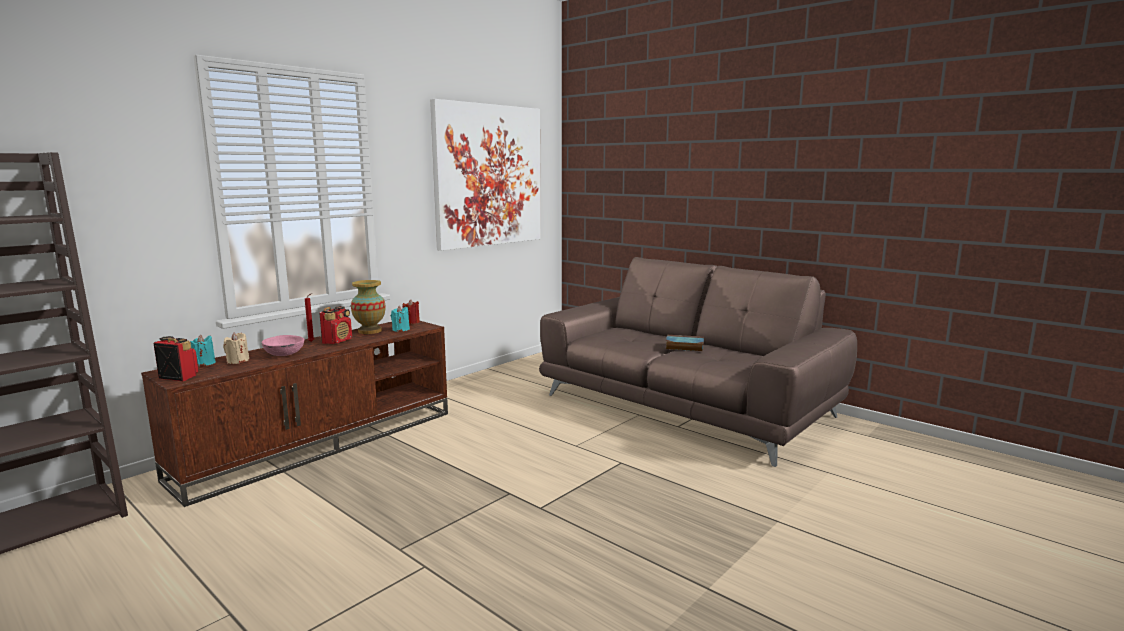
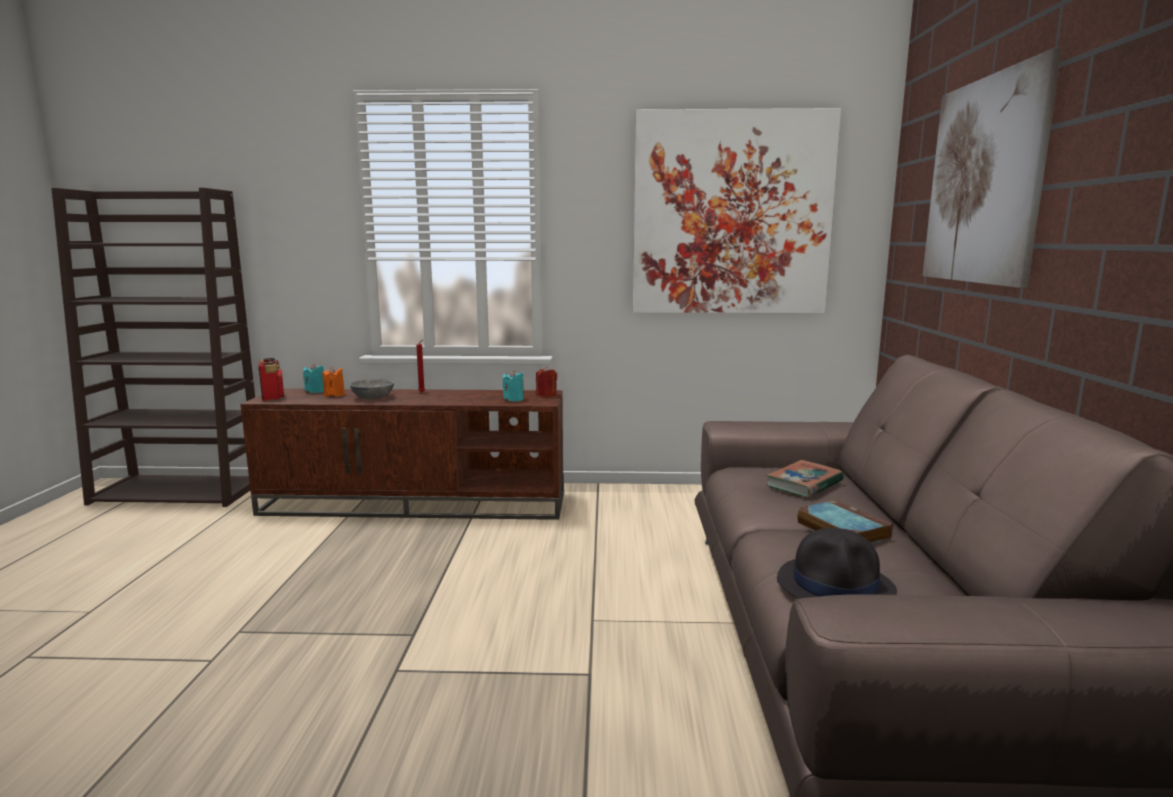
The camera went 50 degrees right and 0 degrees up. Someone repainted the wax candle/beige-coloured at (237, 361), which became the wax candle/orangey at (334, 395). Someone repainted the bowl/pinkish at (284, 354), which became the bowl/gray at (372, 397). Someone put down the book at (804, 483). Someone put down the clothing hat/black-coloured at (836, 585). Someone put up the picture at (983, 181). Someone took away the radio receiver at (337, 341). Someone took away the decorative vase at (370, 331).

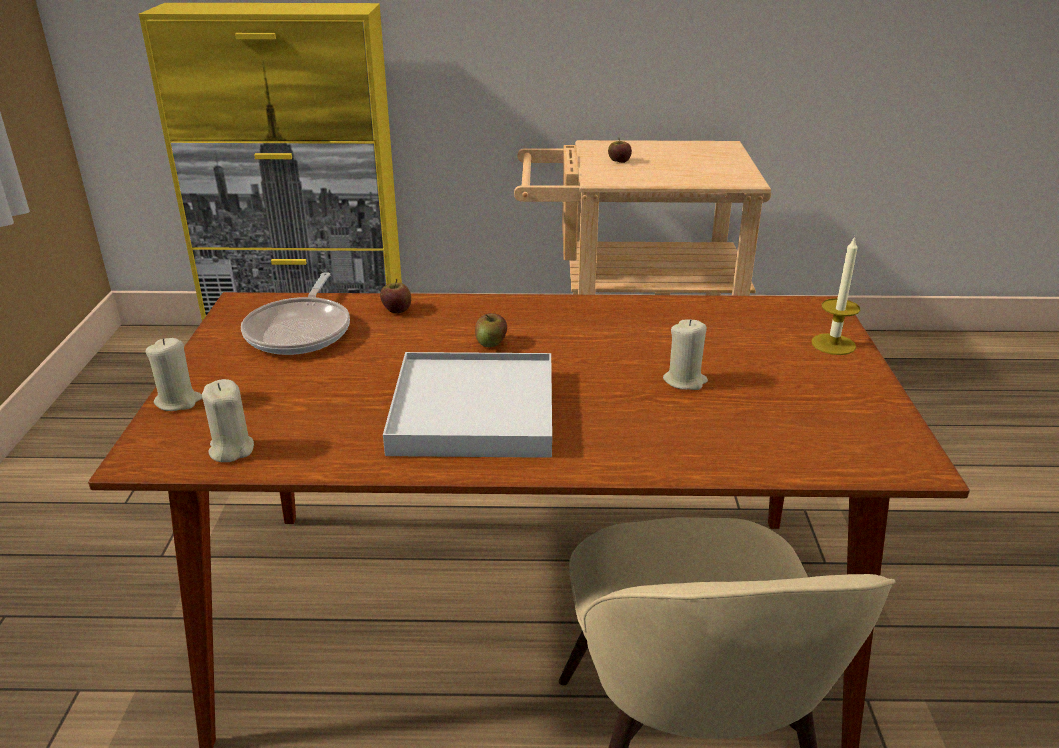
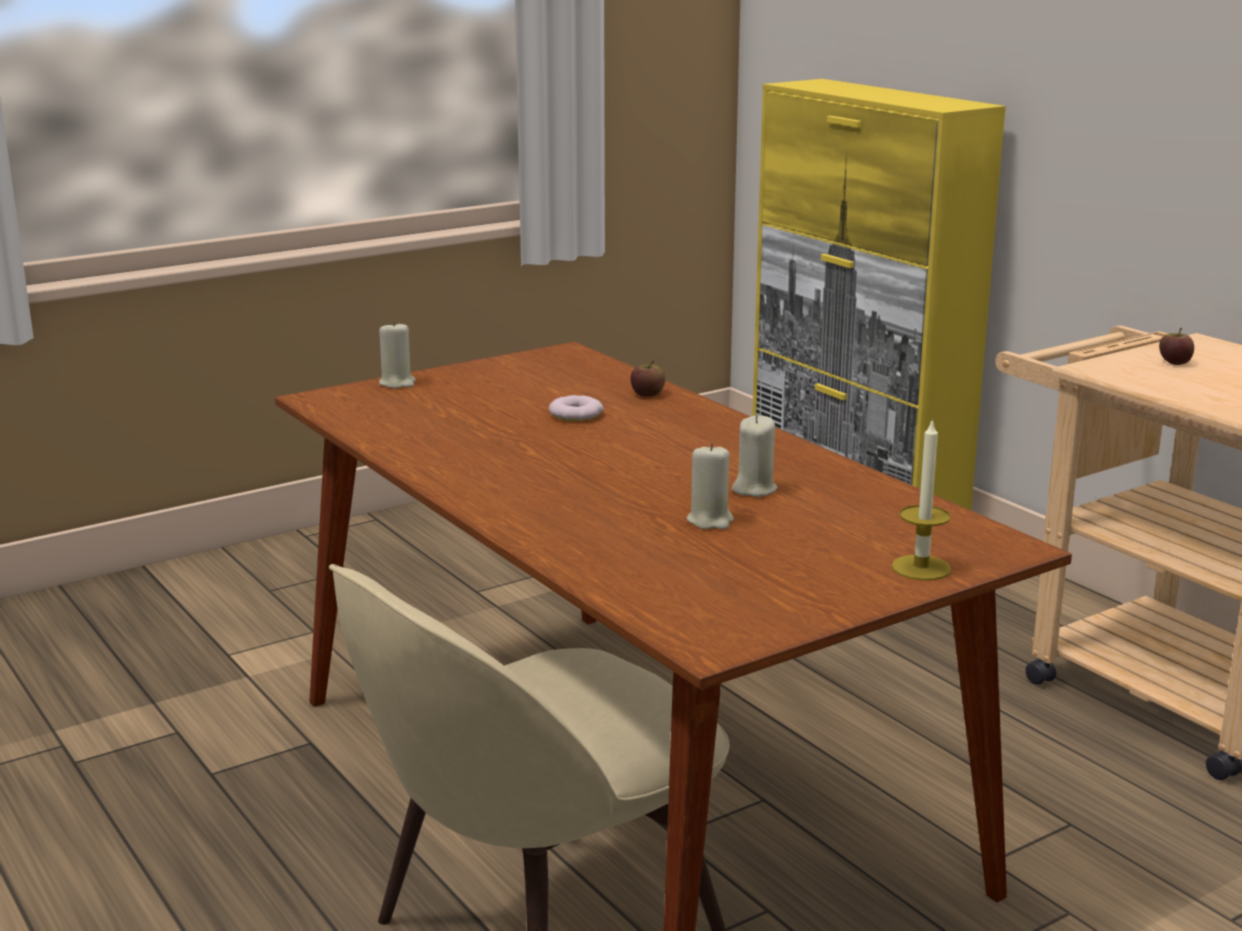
The camera went 55 degrees right and 10 degrees down. Someone put down the donut at (576, 414). Someone carried the wax candle/beige-coloured from (231, 449) to (754, 489). Someone took away the skillet at (301, 331). Someone took away the carrying tray/white-coloured at (473, 412). Someone took away the apple at (491, 343).

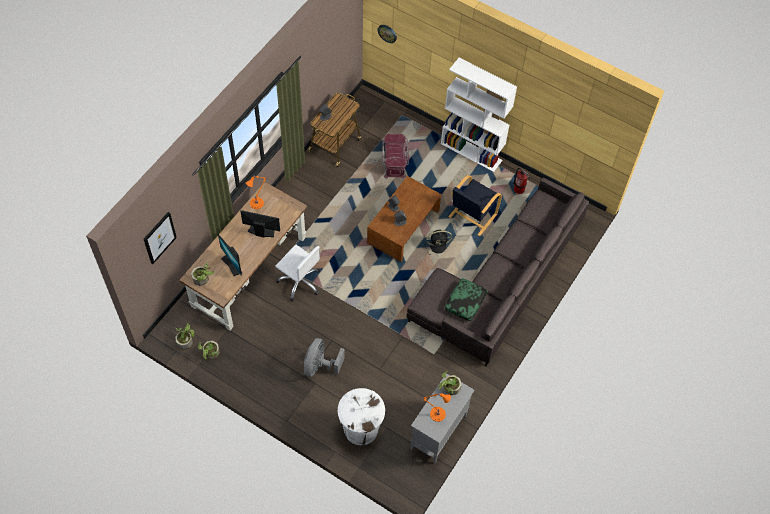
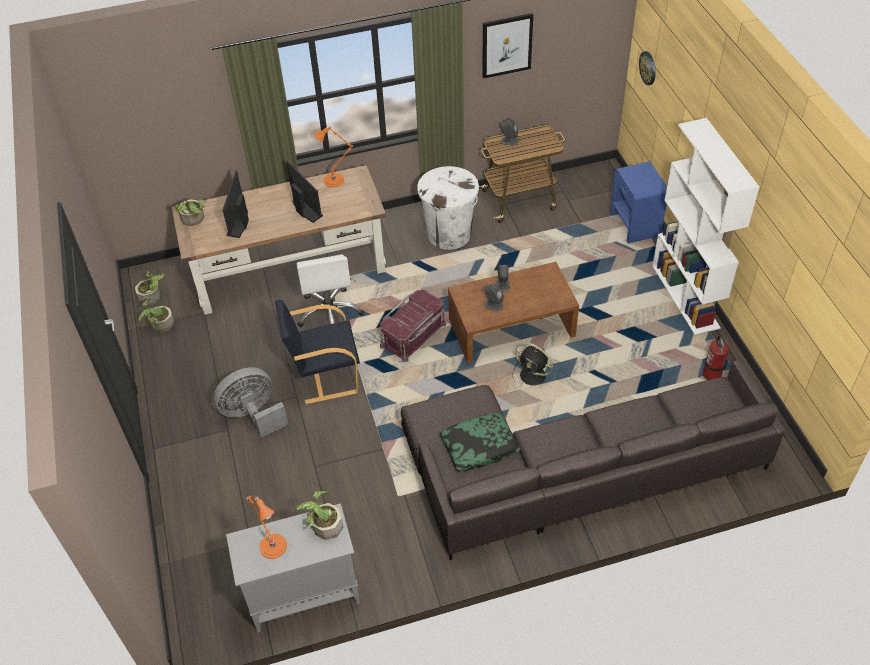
The camera went 45 degrees right and 10 degrees down. Someone carried the easy chair/black-coloured from (472, 216) to (325, 375). Someone carried the storage container/red-coloured from (395, 162) to (414, 335). Someone carried the rubbish bin/white-coloured from (360, 429) to (449, 234). Someone carried the picture from (159, 237) to (506, 45). Someone put down the bedside table/blue at (635, 225).

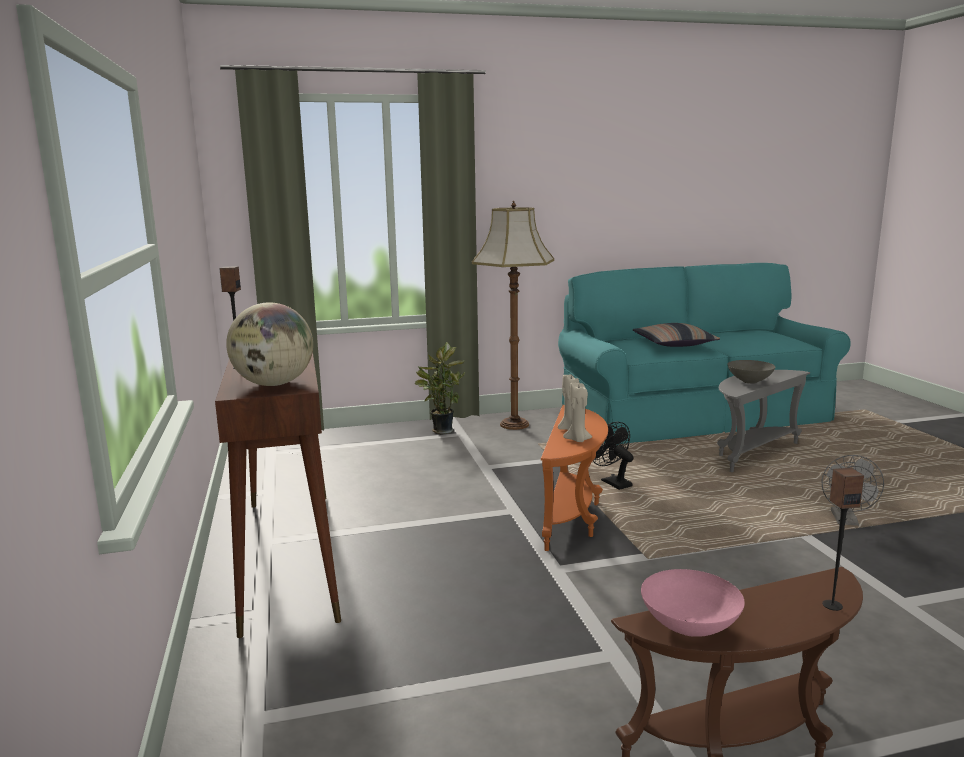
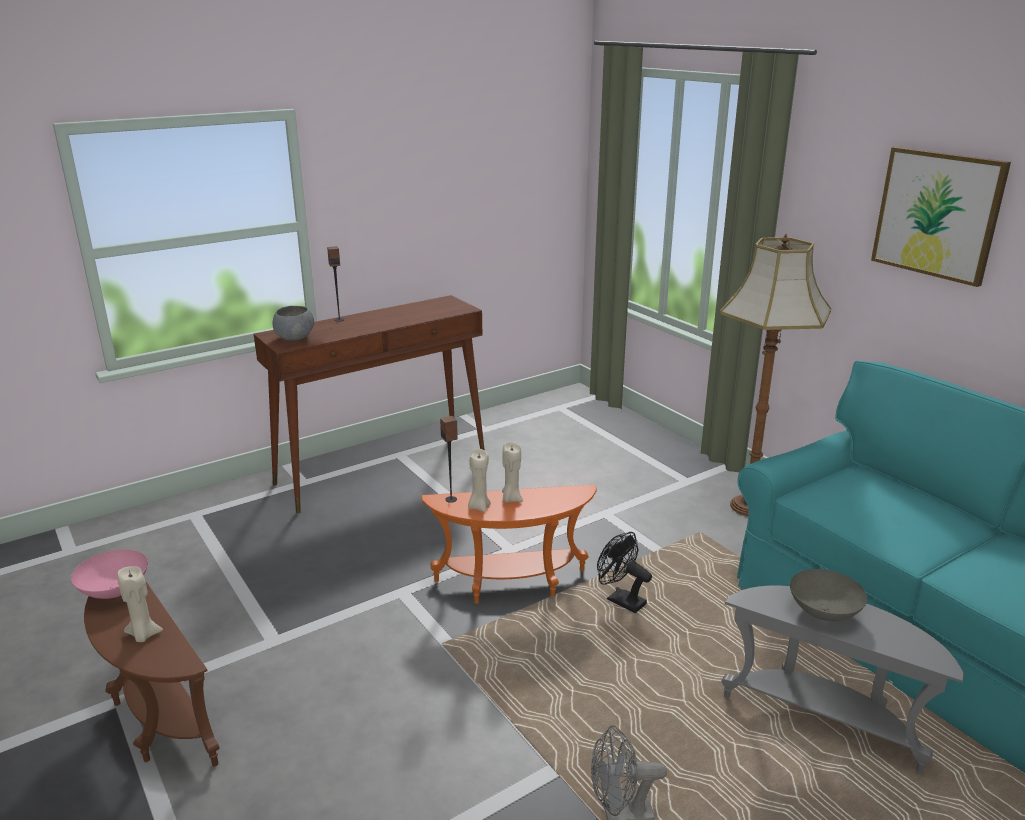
The camera went 70 degrees right and 10 degrees up. Someone put down the wax candle/beige-coloured at (143, 635). Someone swapped the world globe at (273, 384) for the bowl/gray at (294, 338). Someone carried the speaker from (832, 605) to (451, 499). Someone rotated the fan/black-coloured at (612, 482) by 90 degrees counterclockwise. Someone put up the picture at (937, 214). Someone took away the houseplant at (441, 430). Someone took away the pillow at (674, 344).

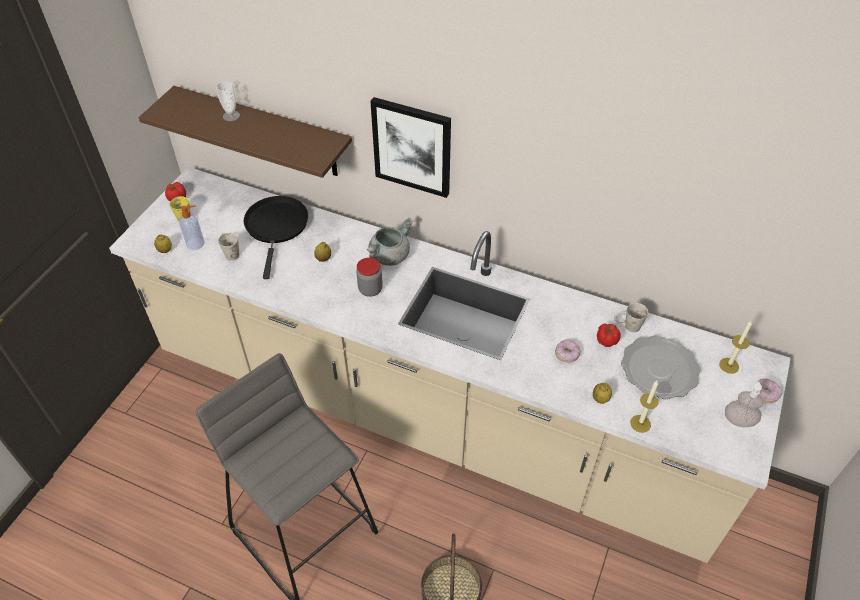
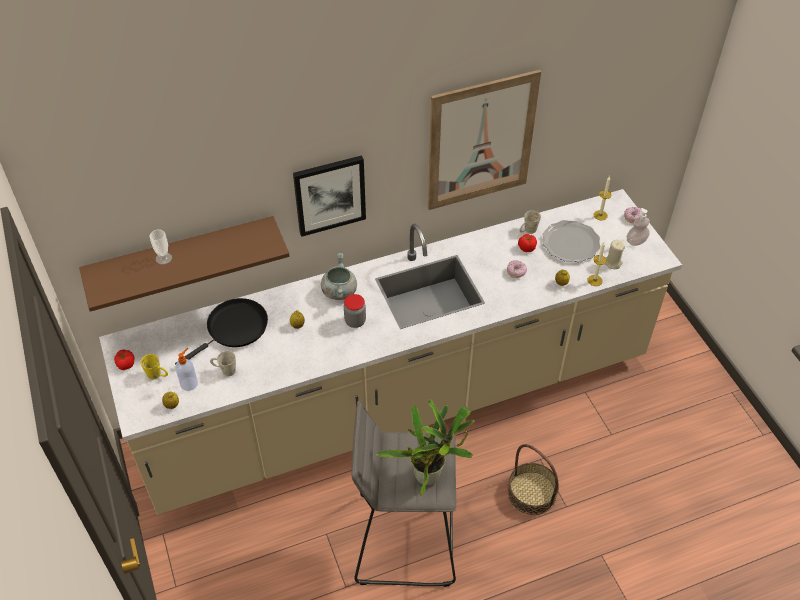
The camera went 45 degrees left and 0 degrees up. Someone rotated the skillet/black-coloured at (277, 227) by 90 degrees clockwise. Someone put down the houseplant at (431, 475). Someone put up the picture at (481, 141). Someone put down the wax candle/beige-coloured at (612, 263).

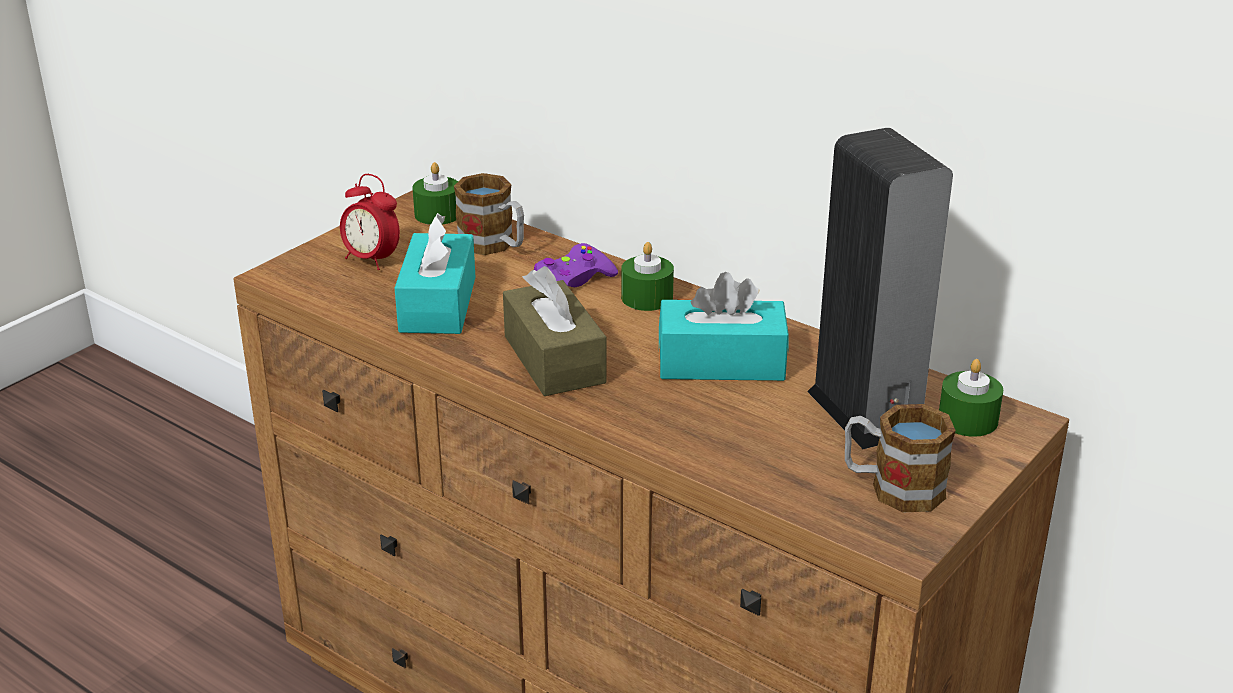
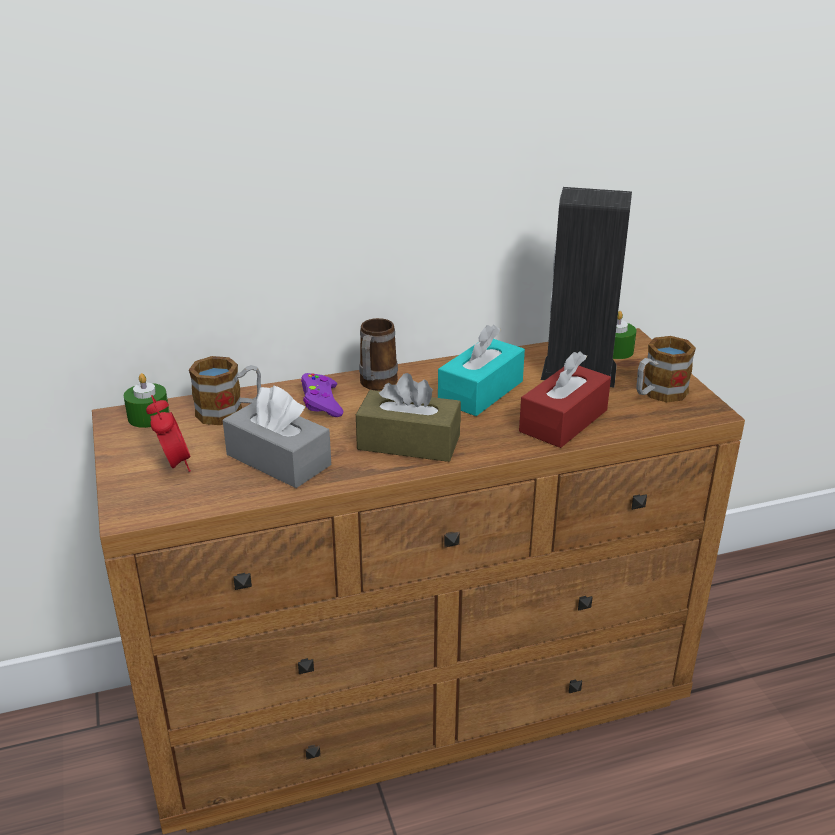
The camera went 55 degrees left and 0 degrees up. Someone rotated the alarm clock at (372, 260) by 90 degrees counterclockwise. Someone repainted the tissue box/turquoise-coloured at (438, 304), which became the tissue box/gray at (278, 460). Someone swapped the wax candle/greenish at (647, 297) for the mug at (375, 386). Someone put down the tissue box/red-coloured at (563, 421).

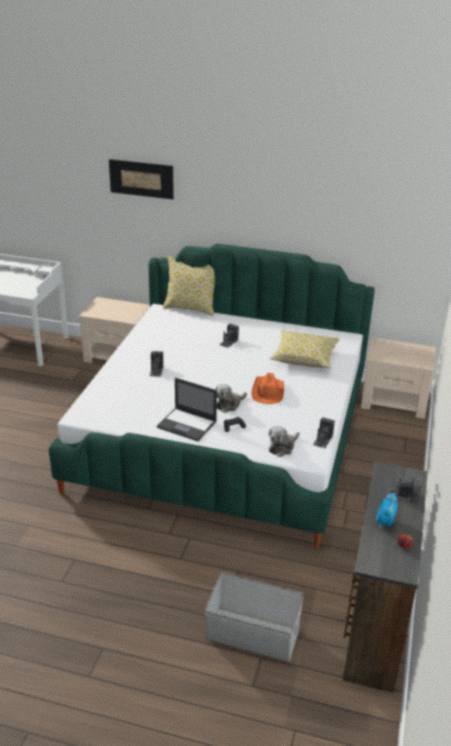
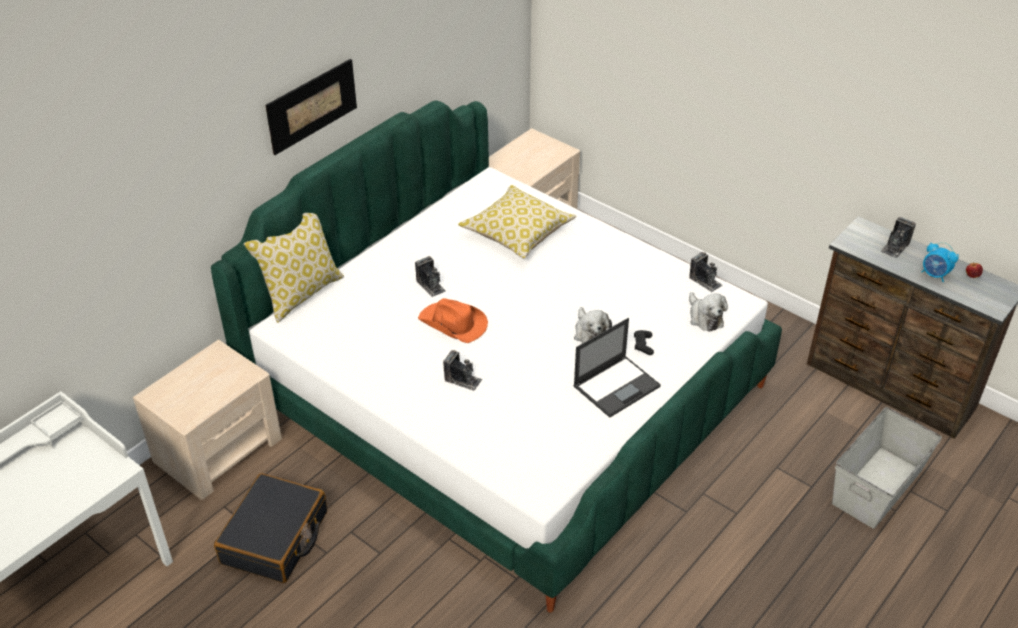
The camera went 65 degrees left and 10 degrees up. Someone put down the suitcase/black-coloured at (275, 538). Someone carried the picture from (141, 179) to (312, 106). Someone carried the clothing hat/orangey from (268, 392) to (453, 324).

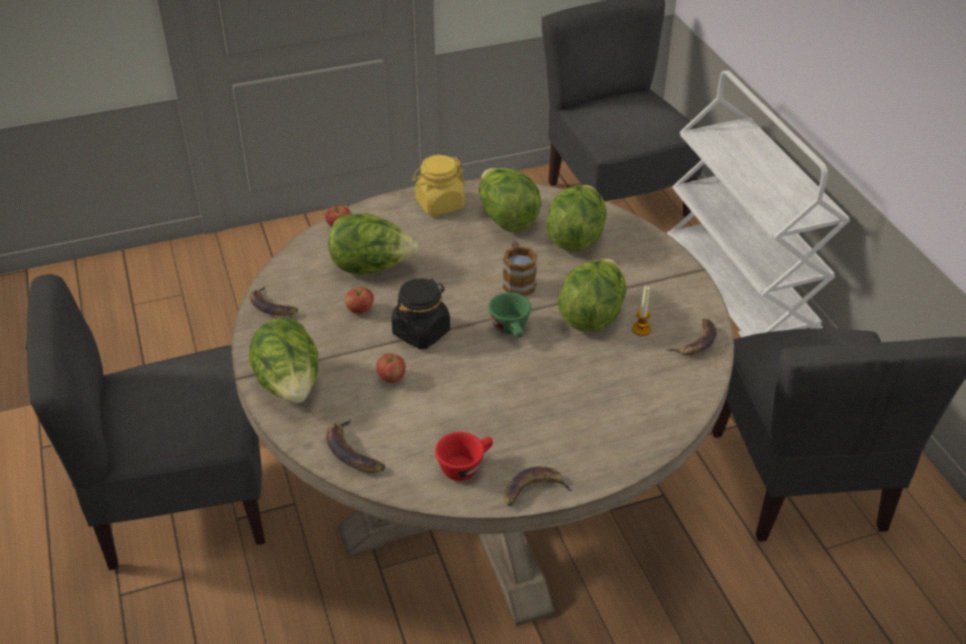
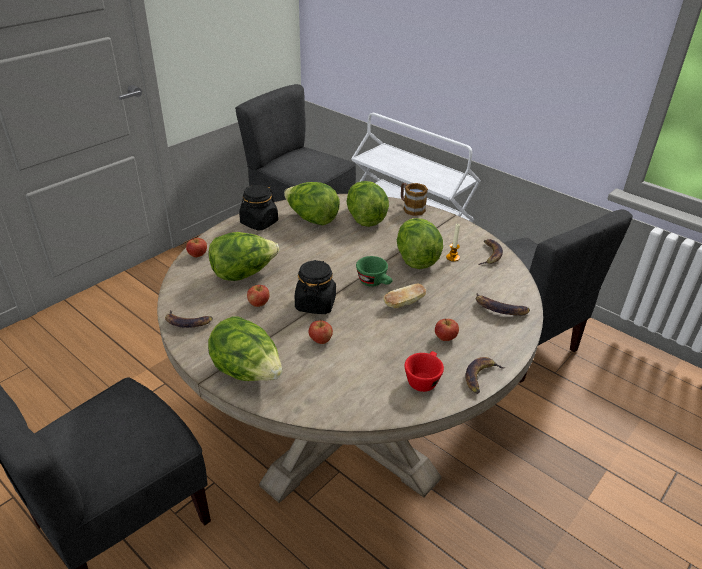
The camera went 30 degrees left and 5 degrees down. Someone repainted the jar/yellowish at (439, 204), which became the jar/black-coloured at (259, 223). Someone put down the baked bread at (404, 303). Someone carried the mug from (518, 281) to (411, 208). Someone put down the apple at (445, 338). Someone carried the banana from (352, 452) to (499, 309).

